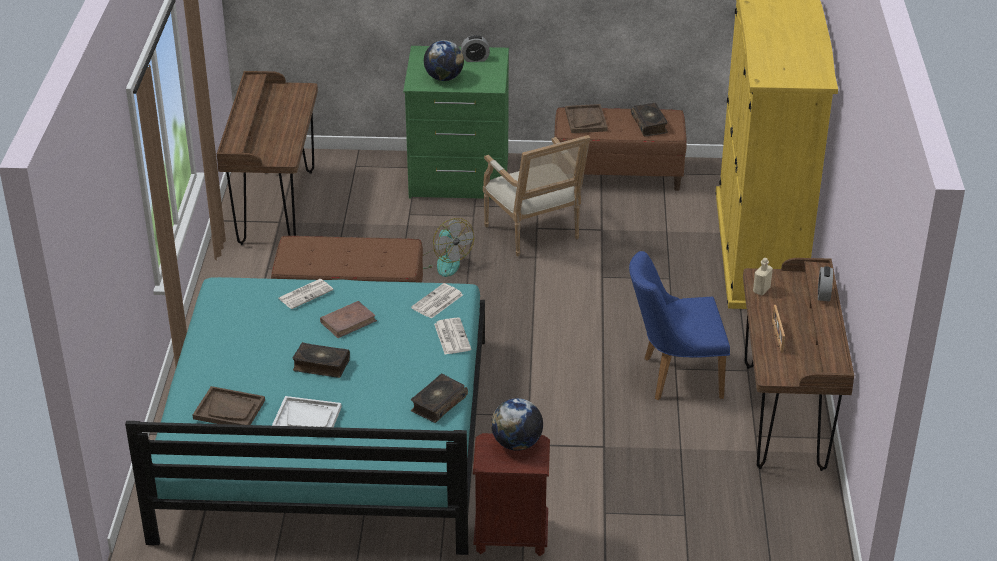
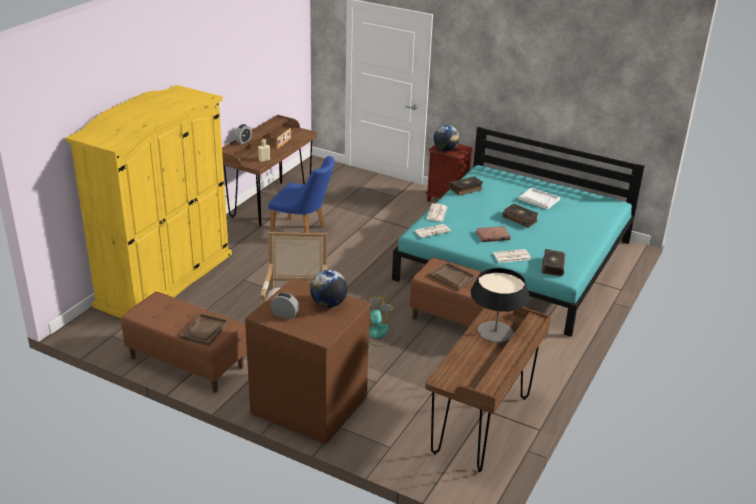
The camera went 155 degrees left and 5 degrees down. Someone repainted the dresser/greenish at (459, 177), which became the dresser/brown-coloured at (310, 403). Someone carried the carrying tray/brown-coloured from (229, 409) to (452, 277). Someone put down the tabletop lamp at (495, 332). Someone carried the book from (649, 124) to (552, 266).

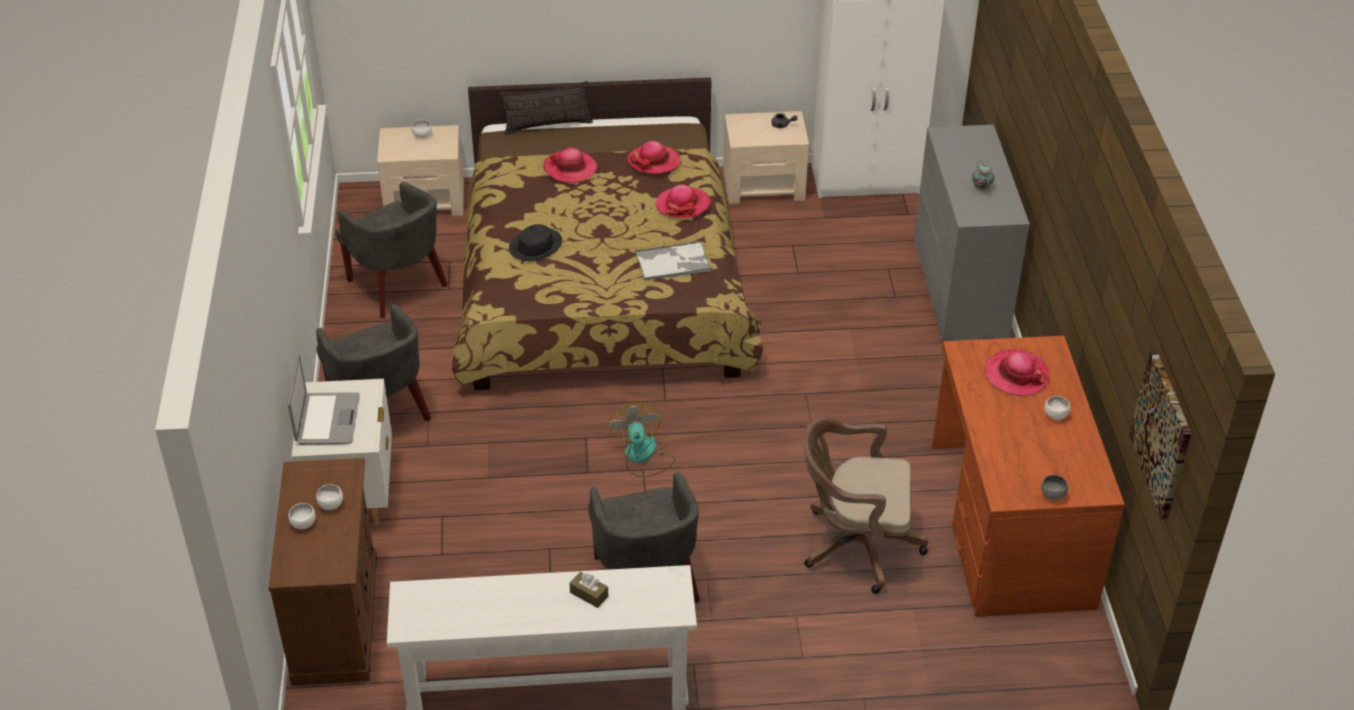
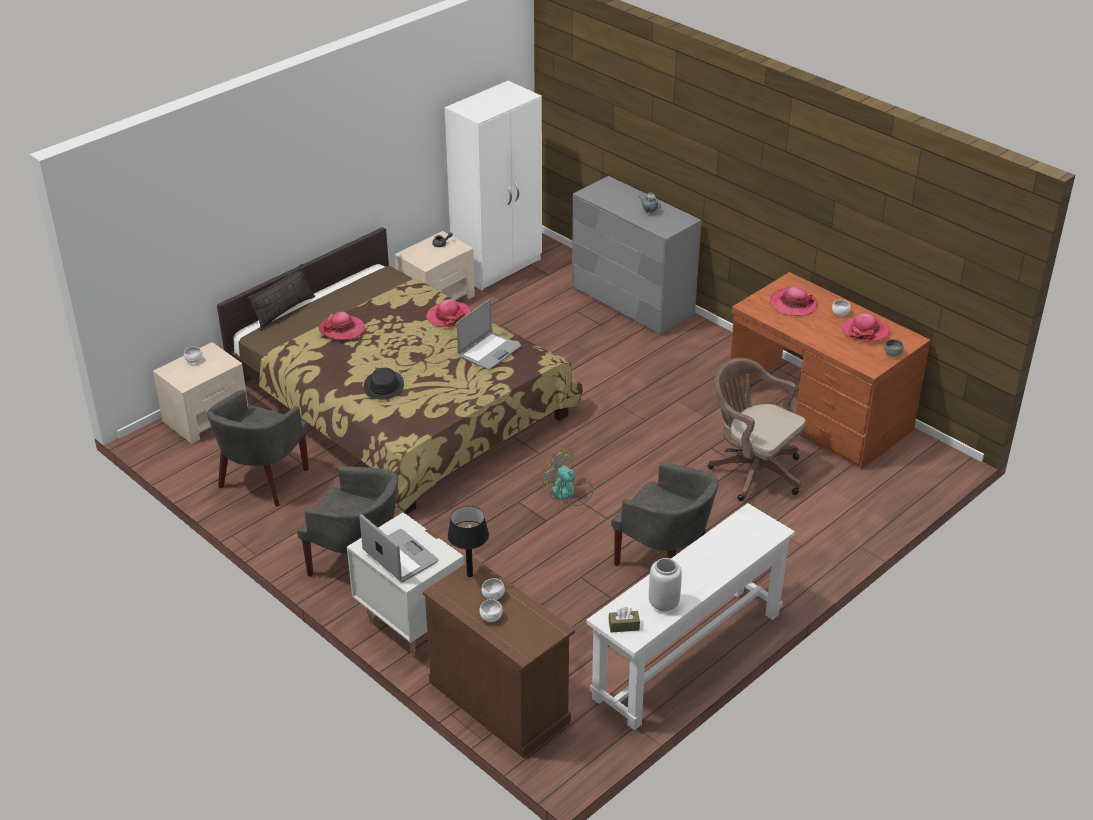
The camera went 40 degrees left and 5 degrees down. Someone rotated the easy chair/gray at (398, 287) by 105 degrees clockwise. Someone put down the tabletop lamp/black-coloured at (469, 575). Someone swapped the carrying tray at (673, 262) for the notebook computer at (489, 351). Someone carried the tissue box/brown-coloured from (589, 594) to (624, 626). Someone put down the decorative vase/gray at (663, 603). Someone rotated the office chair/brown-coloured at (854, 545) by 75 degrees clockwise. Someone carried the clothing hat from (654, 162) to (865, 331). Someone took away the picture at (1163, 434).

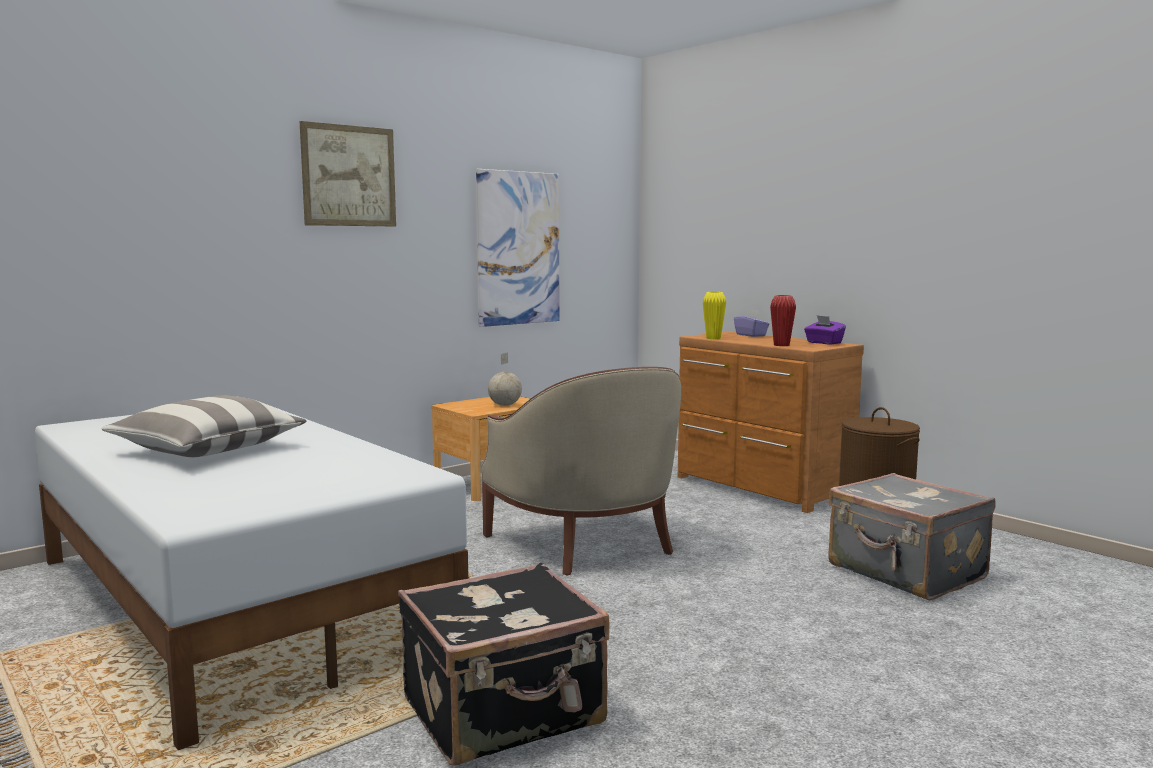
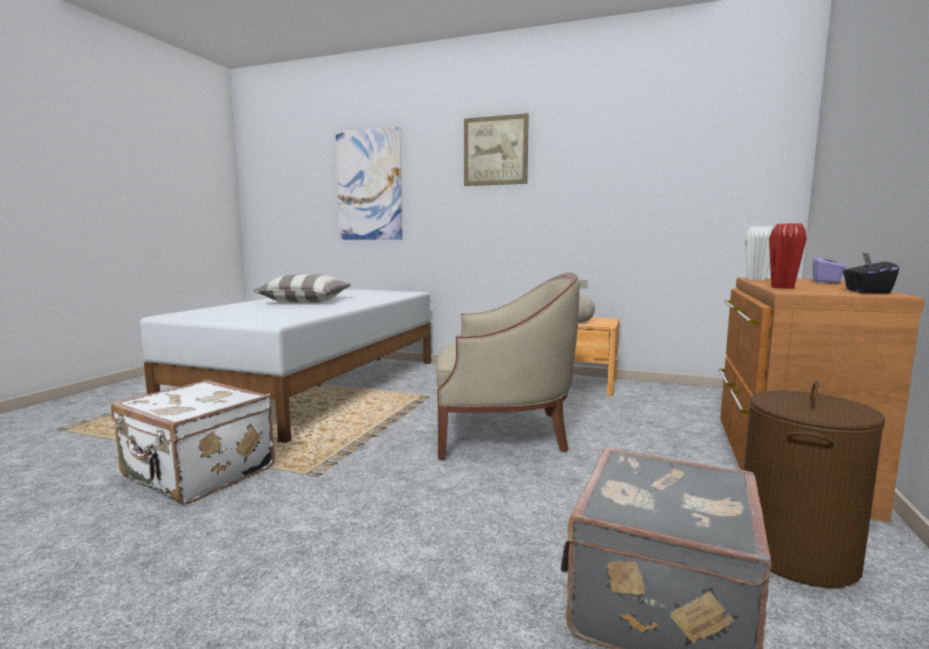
The camera went 60 degrees right and 0 degrees up. Someone repainted the suitcase/black-coloured at (505, 713), which became the suitcase/white-coloured at (198, 474). Someone carried the picture from (518, 248) to (369, 185). Someone rotated the easy chair/beige-coloured at (585, 543) by 120 degrees counterclockwise. Someone repainted the decorative vase/yellowish at (713, 338), which became the decorative vase/white-coloured at (756, 279). Someone repainted the tissue box/purplish at (823, 343), which became the tissue box/black-coloured at (866, 291).

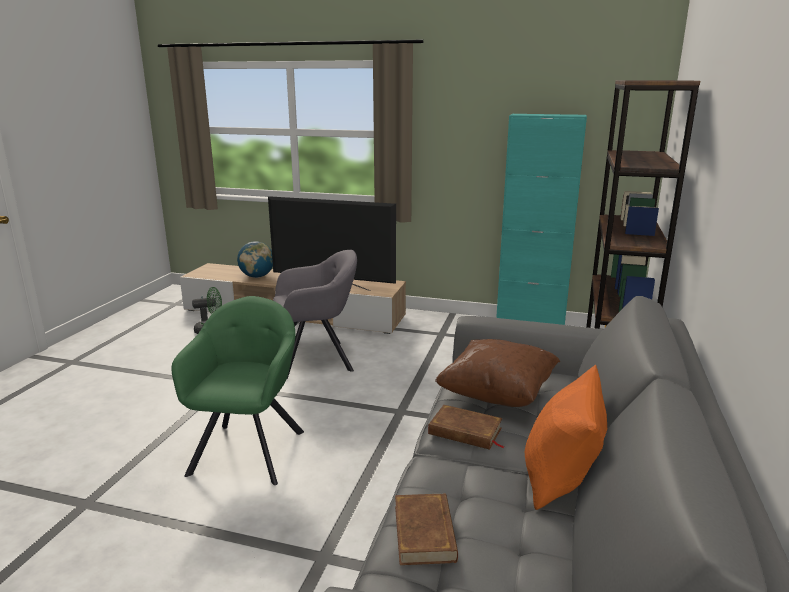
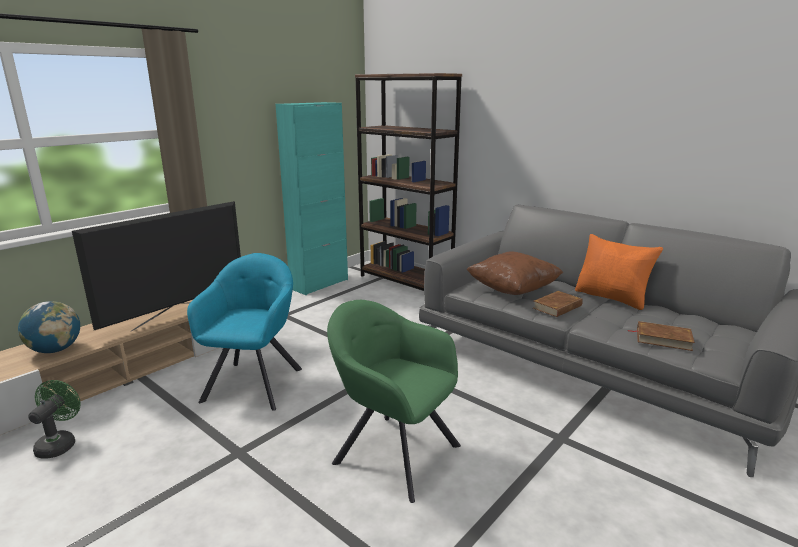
The camera went 65 degrees left and 0 degrees up. Someone repainted the easy chair/gray at (317, 359), which became the easy chair/turquoise-coloured at (255, 382).

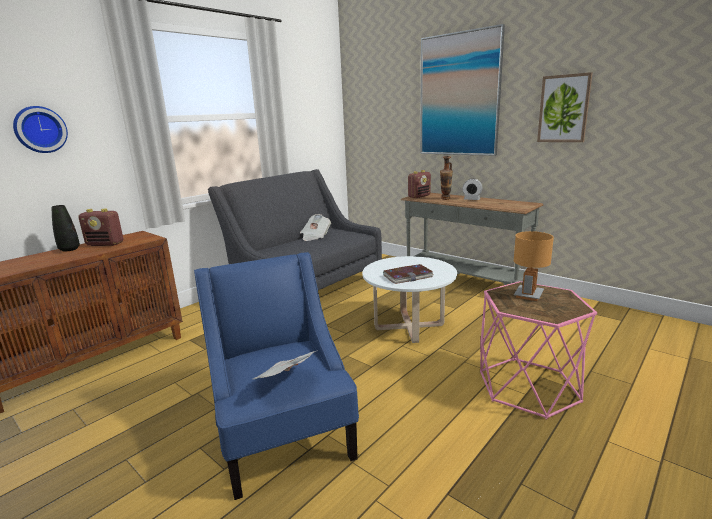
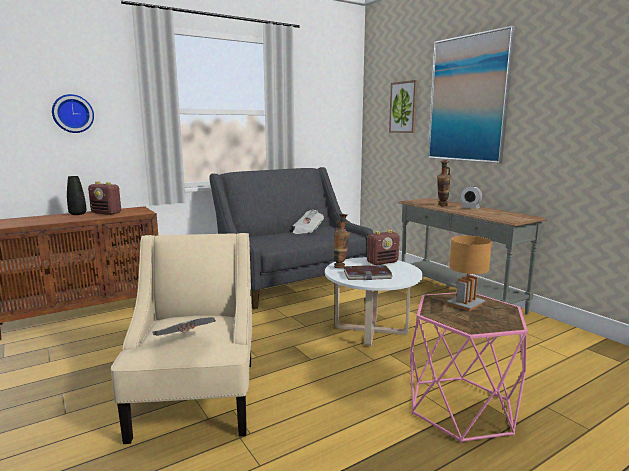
The camera went 15 degrees right and 5 degrees down. Someone repainted the easy chair/blue at (283, 431), which became the easy chair/beige-coloured at (196, 398). Someone put down the decorative vase at (340, 267). Someone carried the radio receiver from (419, 196) to (382, 262). Someone carried the picture from (564, 109) to (403, 107).

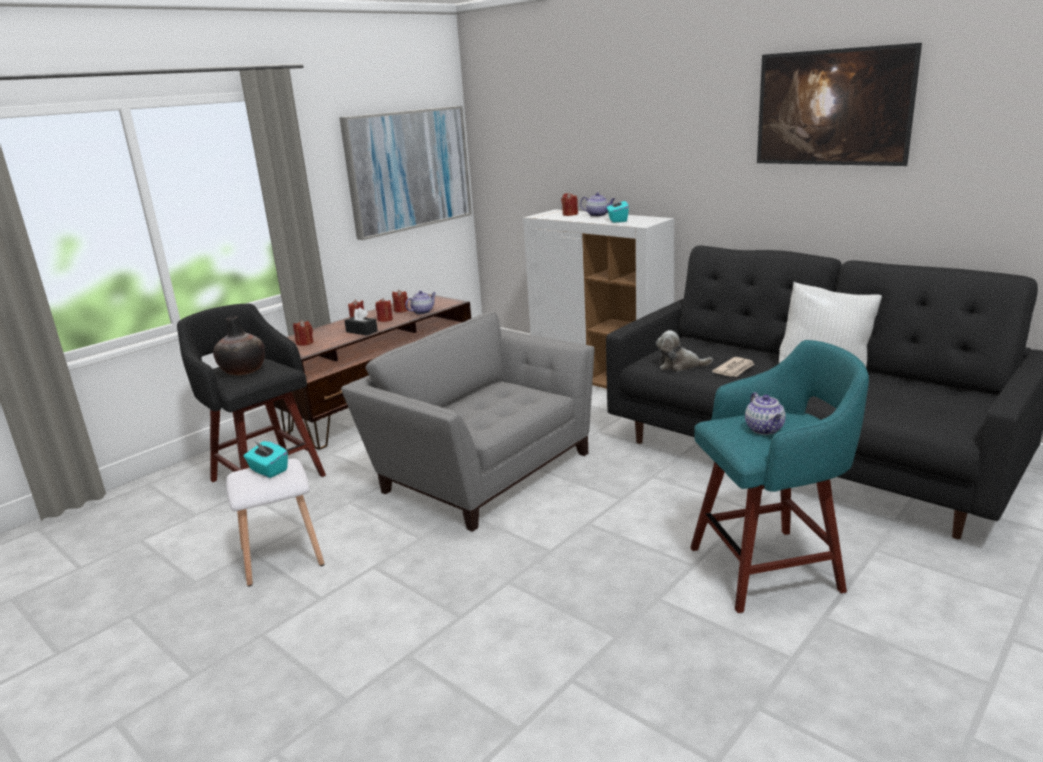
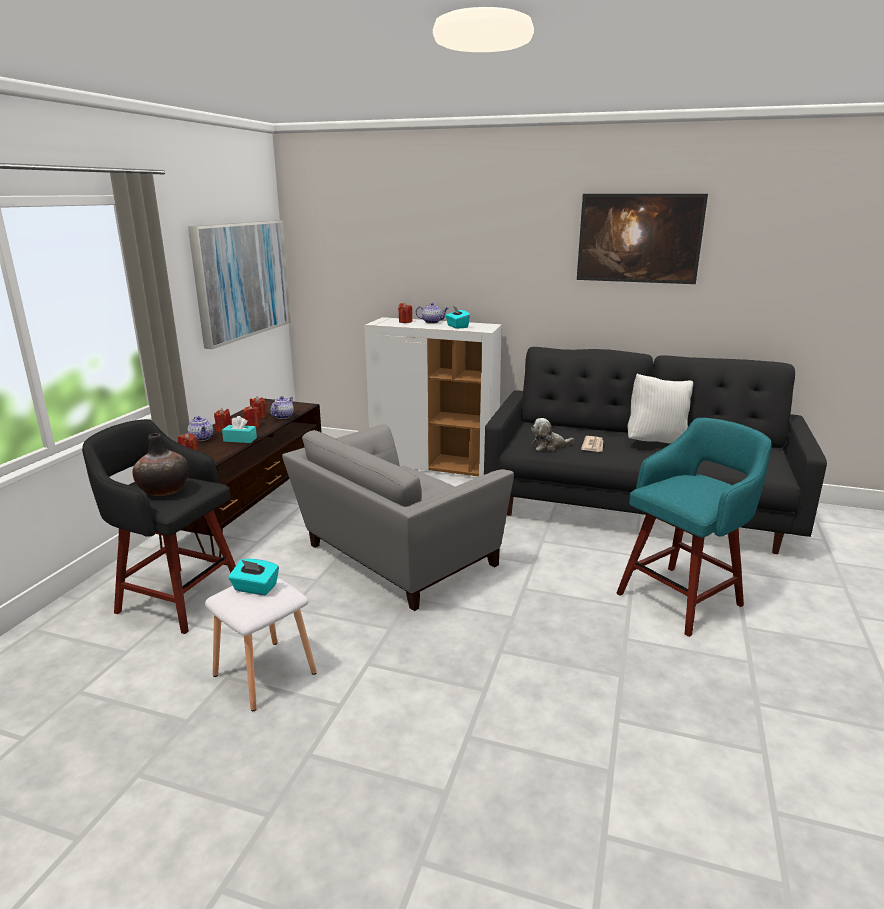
The camera went 25 degrees left and 0 degrees up. Someone carried the tea pot from (765, 429) to (202, 438). Someone repainted the tissue box/black-coloured at (362, 331), which became the tissue box/turquoise-coloured at (240, 439). Someone rotated the easy chair/gray at (482, 470) by 60 degrees counterclockwise.

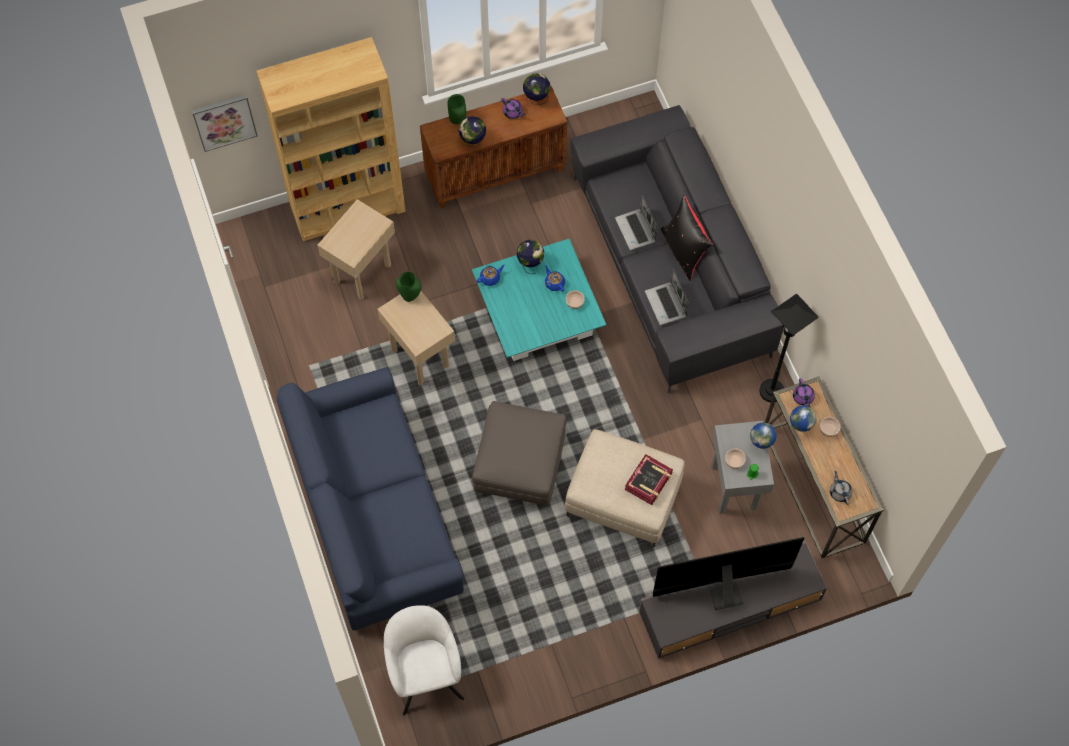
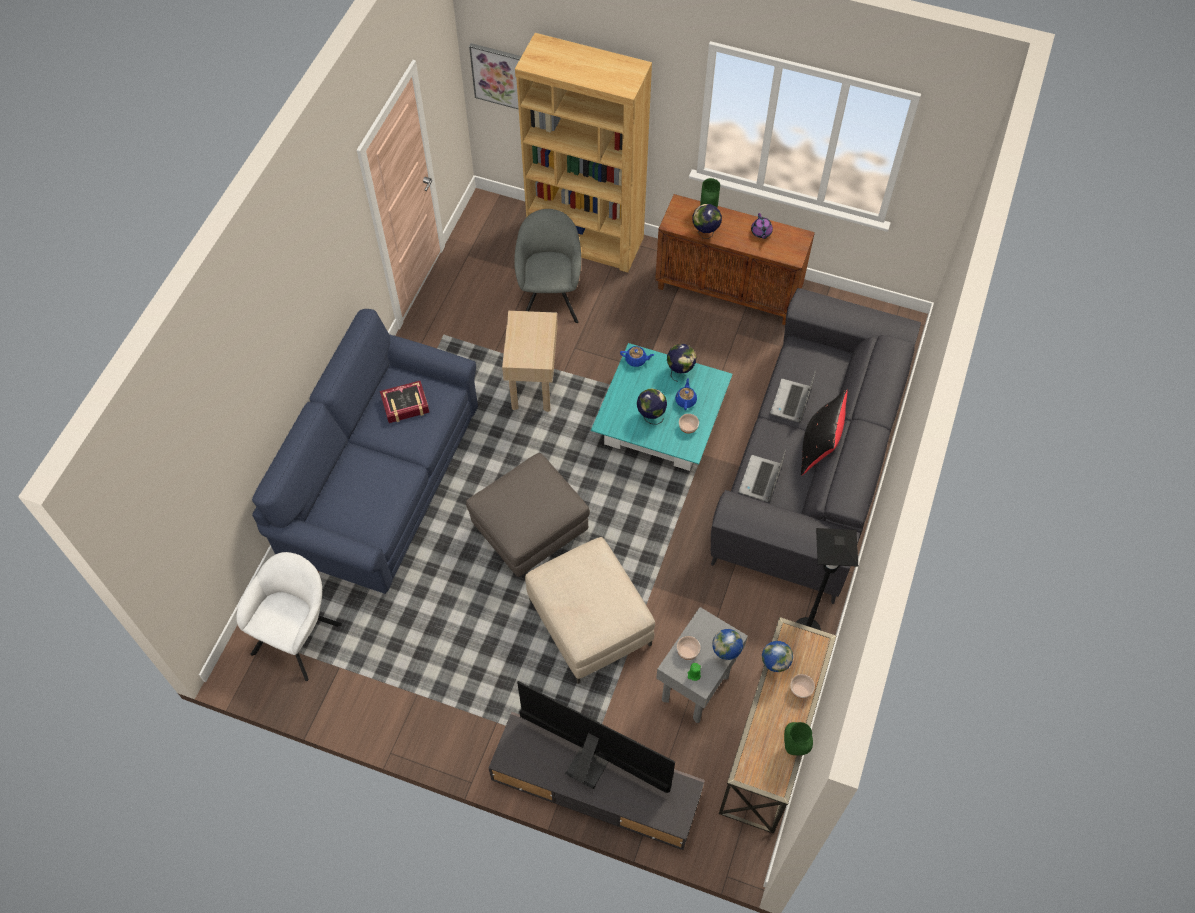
The camera went 40 degrees right and 5 degrees down. Someone carried the book from (648, 481) to (405, 405). Someone swapped the side table/beige-coloured at (363, 273) for the easy chair/gray at (550, 296). Someone carried the world globe from (536, 99) to (650, 416). Someone carried the decorative vase/greenish from (410, 296) to (795, 747). Someone took away the tea pot/purplish at (803, 397). Someone took away the tea pot/gray at (840, 492).

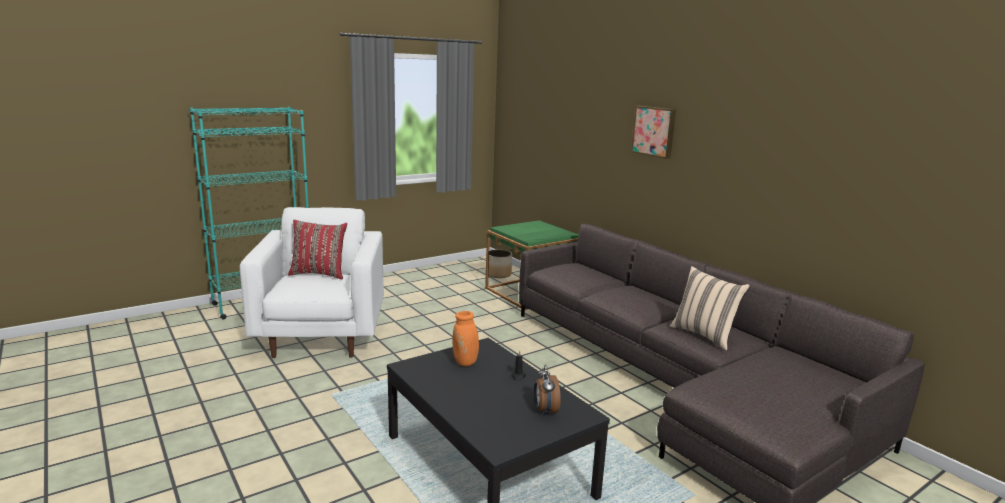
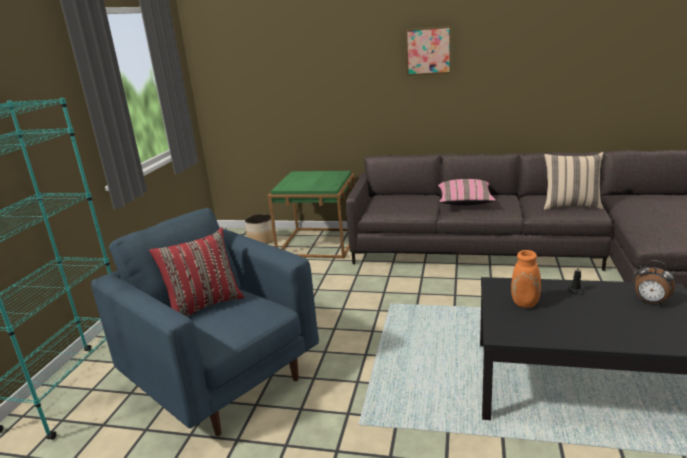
The camera went 40 degrees left and 5 degrees up. Someone repainted the easy chair/white-coloured at (322, 337), which became the easy chair/blue at (224, 381). Someone put down the pillow/pinkish at (465, 203).

